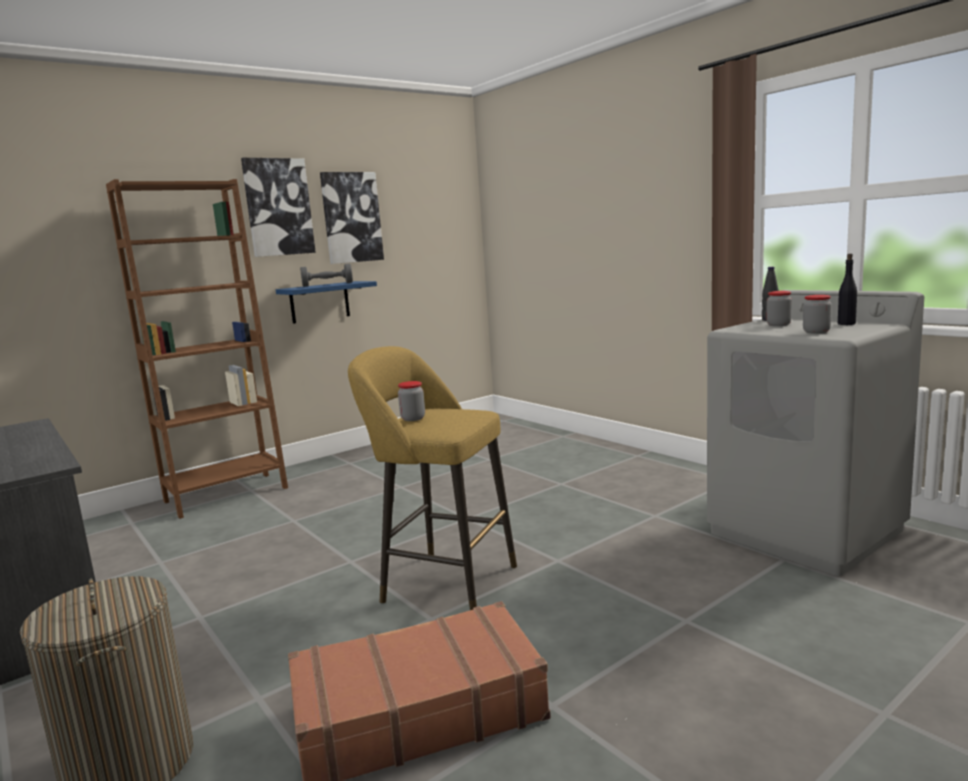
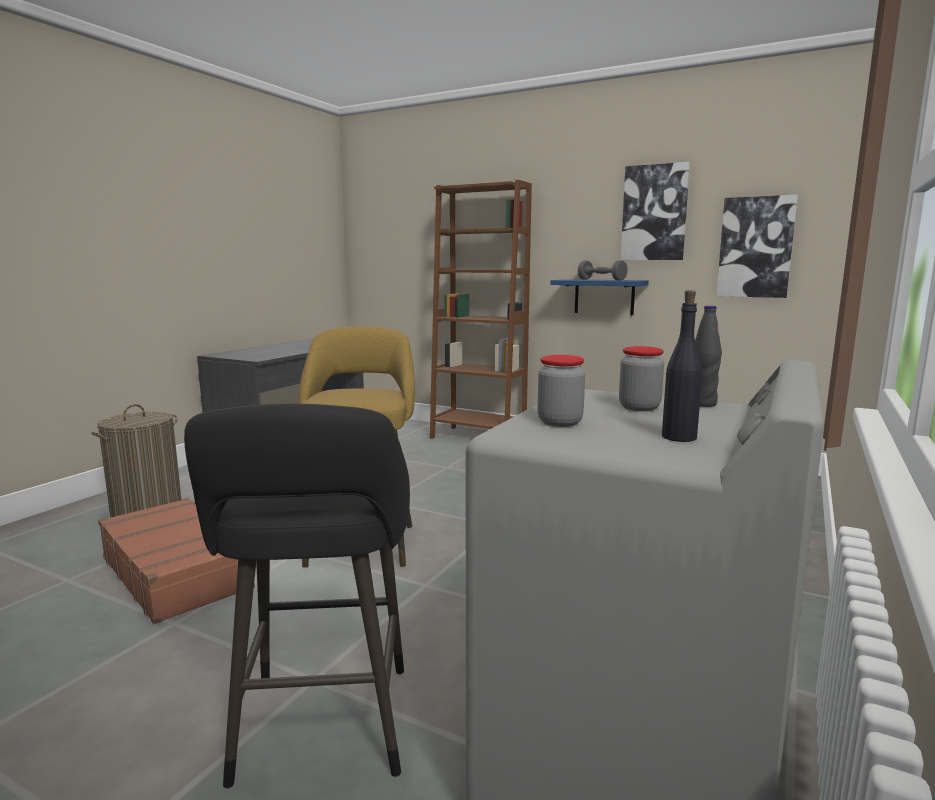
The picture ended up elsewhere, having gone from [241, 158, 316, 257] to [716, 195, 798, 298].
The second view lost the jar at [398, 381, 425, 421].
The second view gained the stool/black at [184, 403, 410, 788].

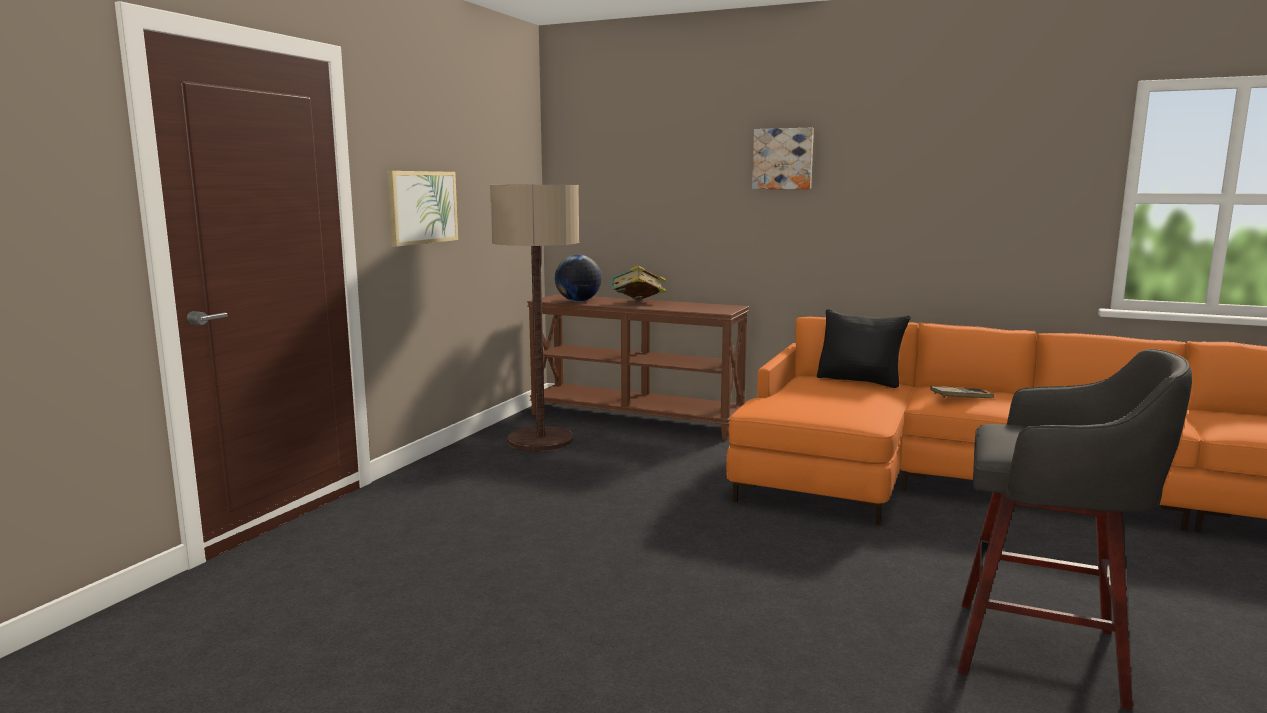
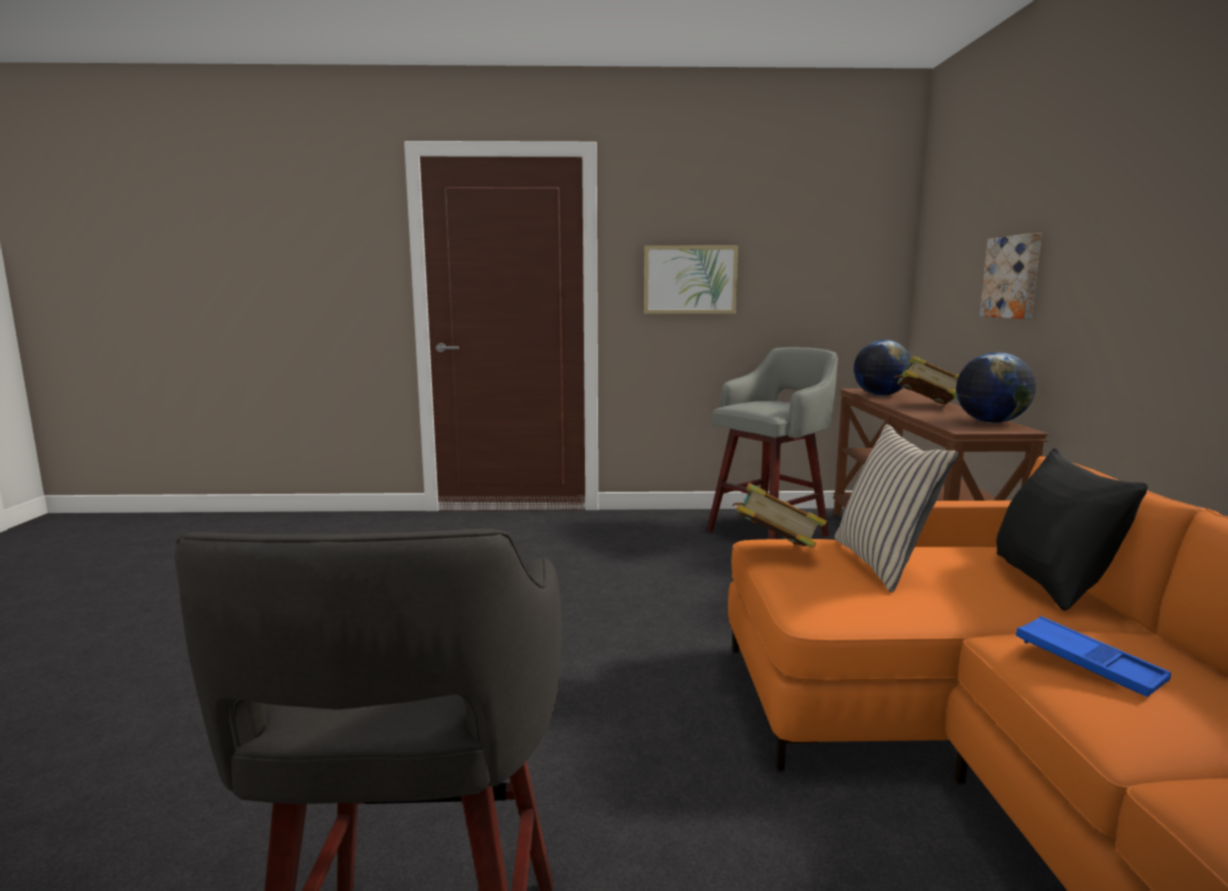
Where the floor lamp stood at [490, 185, 579, 451], the stool/grey came to stand at [706, 347, 838, 539].
The picture ended up elsewhere, having gone from [752, 128, 814, 189] to [980, 233, 1042, 319].
What was the tray/brown at [930, 386, 994, 398] turned into the tray/blue at [1016, 616, 1171, 697].
The second view gained the book at [732, 483, 827, 548].
The second view gained the pillow/beige at [834, 424, 959, 593].
The second view gained the globe at [956, 352, 1036, 423].

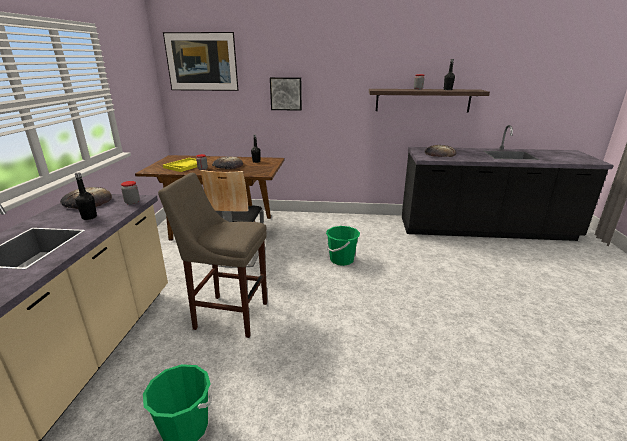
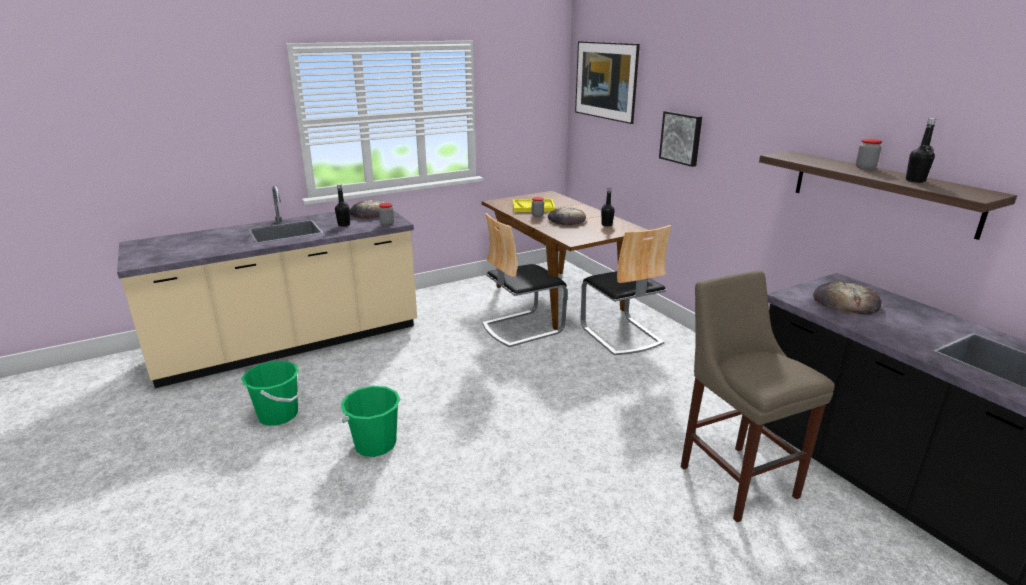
The stool/beige ended up elsewhere, having gone from [158, 173, 267, 338] to [681, 270, 835, 522].
The bucket/green ended up elsewhere, having gone from [326, 226, 360, 266] to [341, 386, 400, 457].
The second view gained the chair at [581, 225, 671, 355].

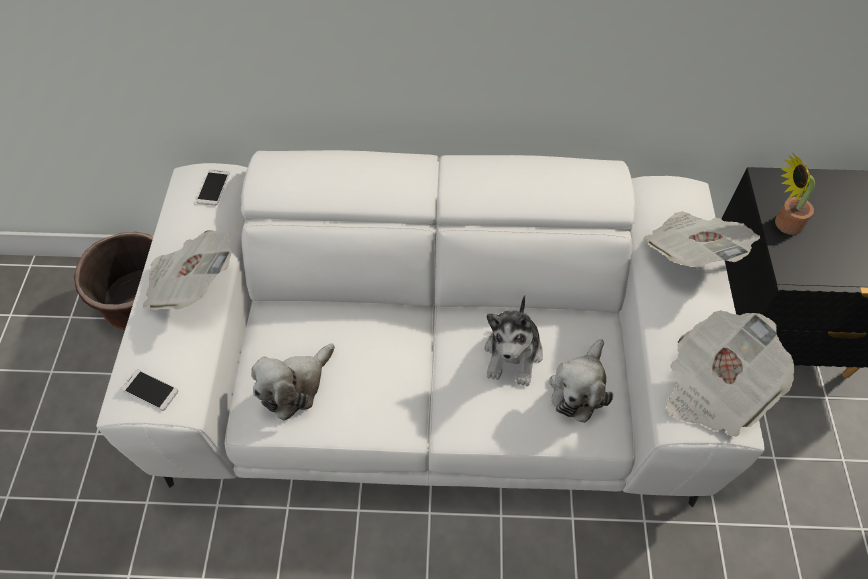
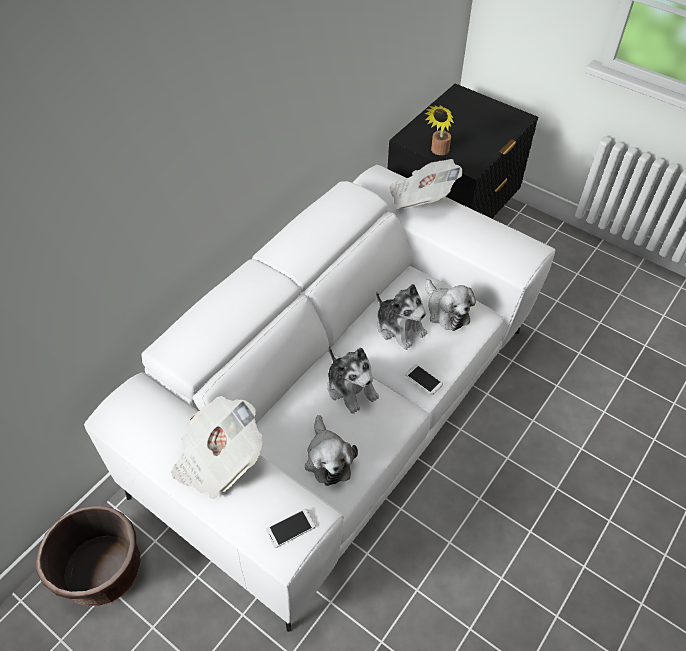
The phone ended up elsewhere, having gone from [196, 169, 230, 206] to [405, 364, 443, 395].
The second view lost the newspaper at [667, 310, 794, 437].
The second view gained the plush toy at [327, 346, 379, 414].

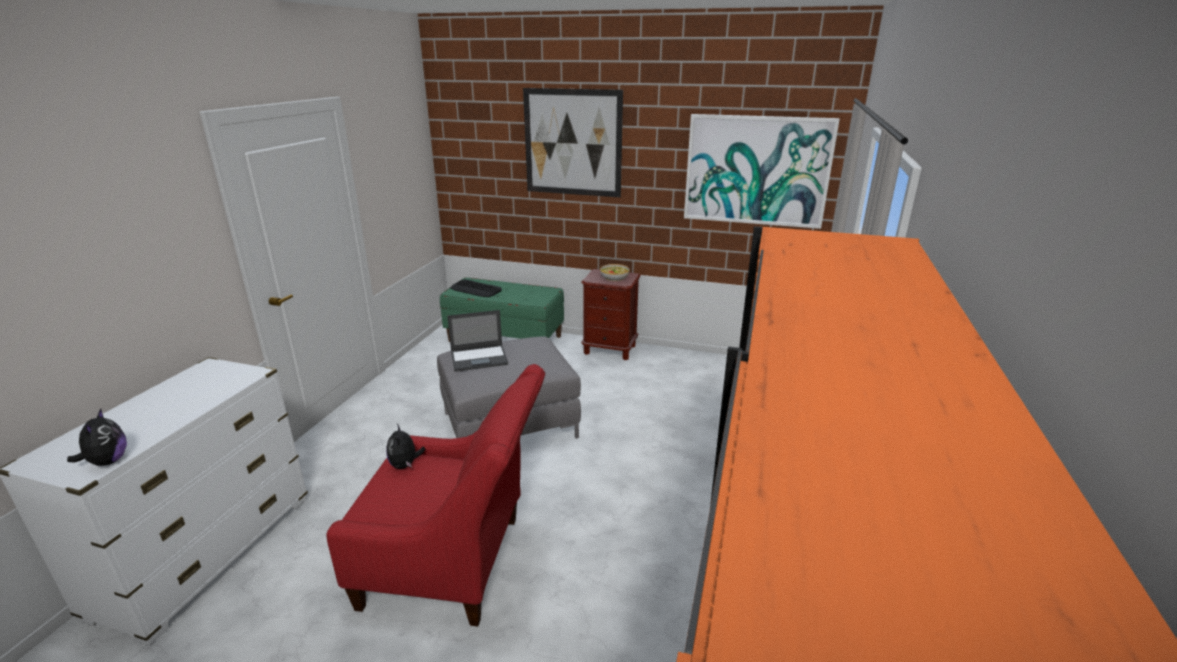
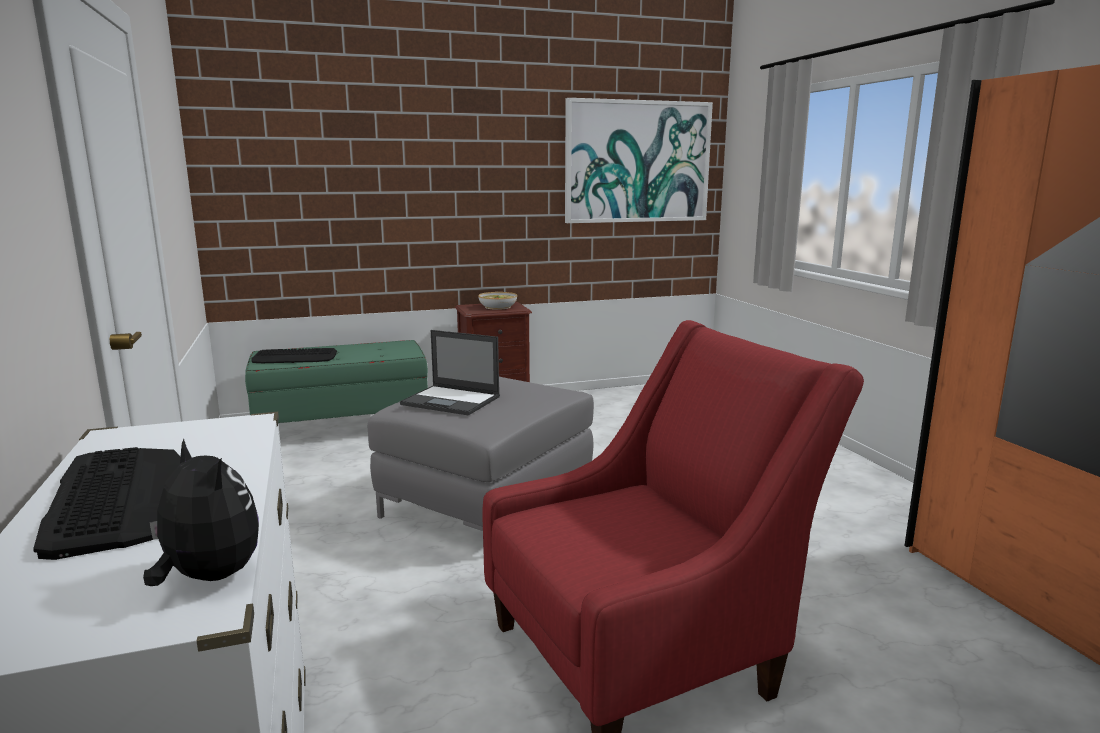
The second view lost the plush toy at [386, 424, 425, 469].
The laptop at [447, 310, 508, 372] ended up facing another way, 75 degrees clockwise from before.
The second view lost the picture at [523, 88, 623, 197].
The second view gained the keyboard at [33, 447, 180, 560].

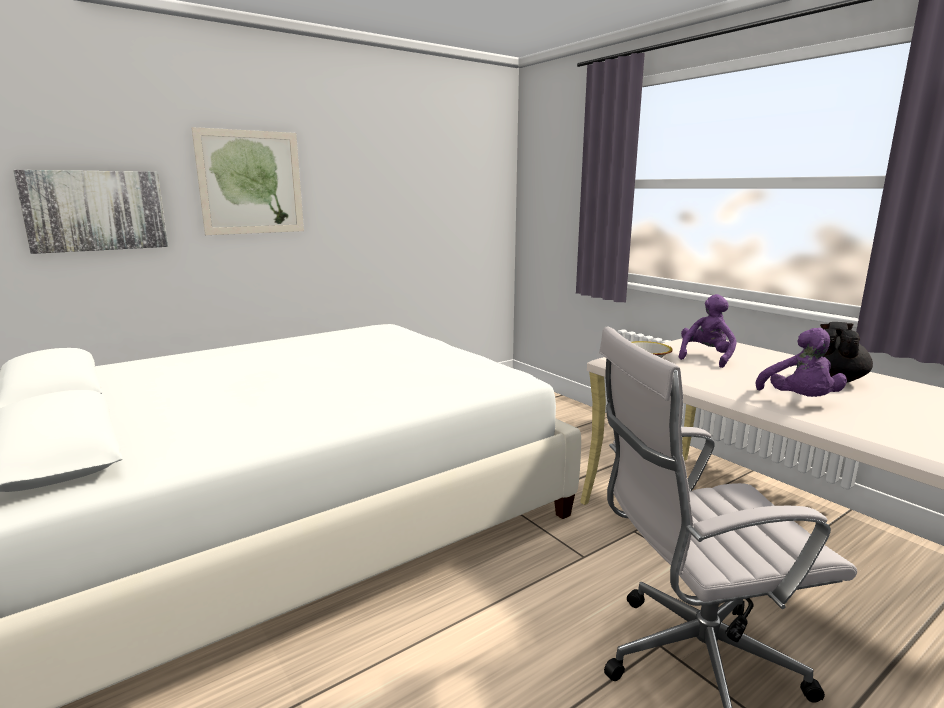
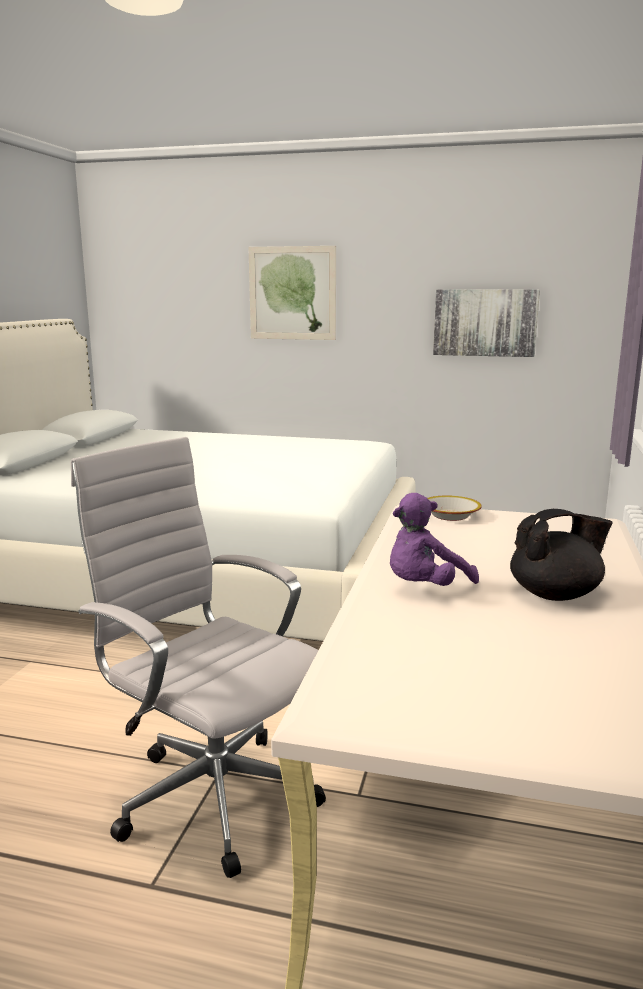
The picture ended up elsewhere, having gone from [13, 170, 168, 254] to [433, 289, 540, 357].
The second view lost the plush toy/purple at [678, 294, 737, 368].

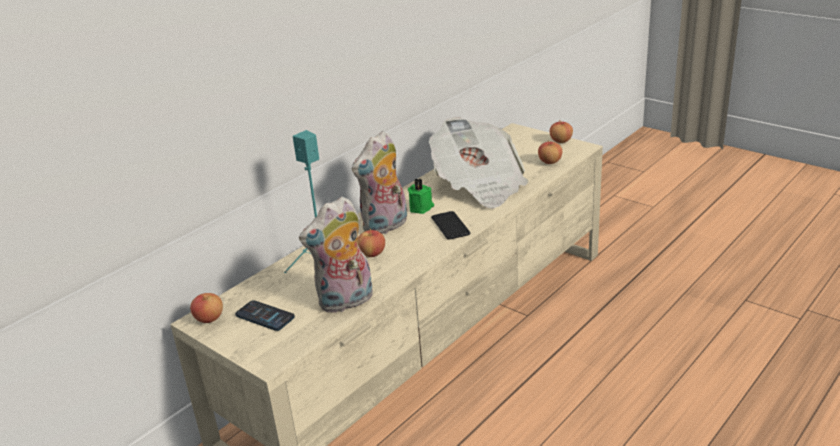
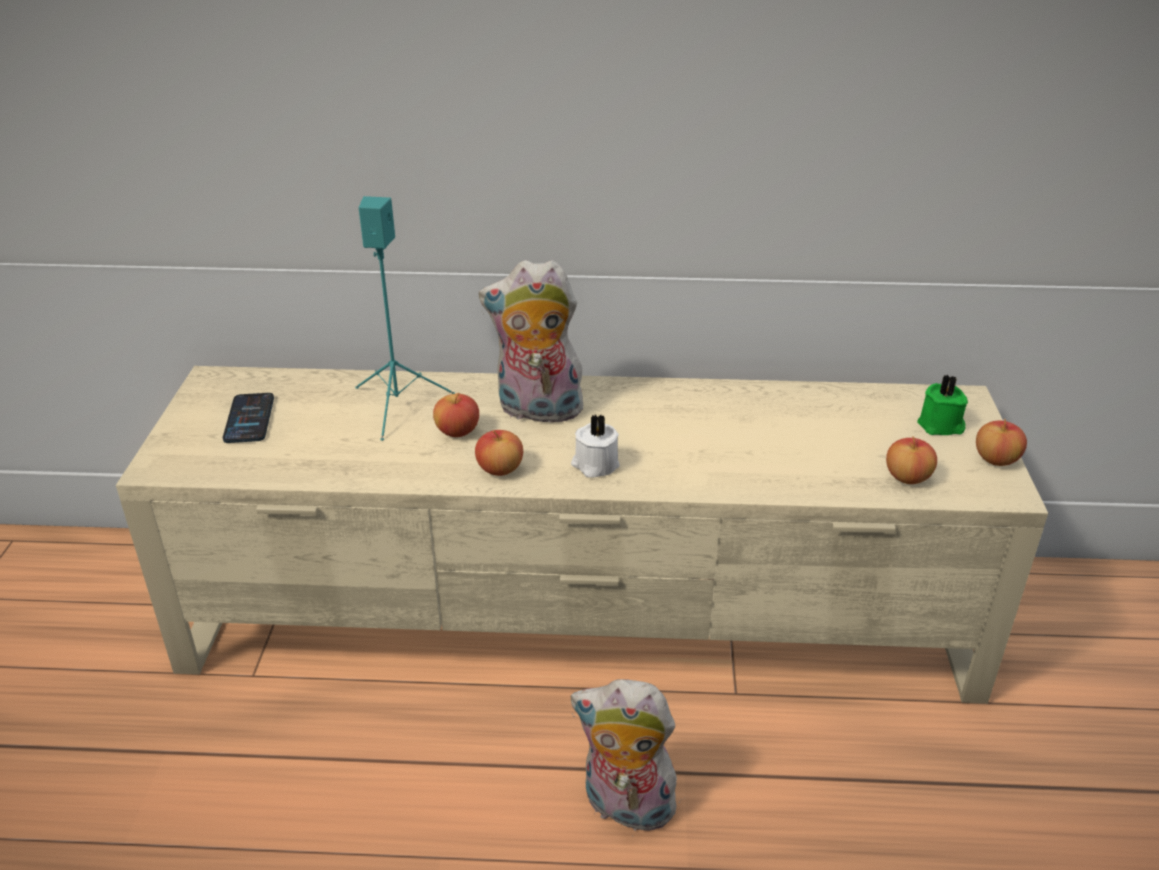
The apple ended up elsewhere, having gone from [190, 293, 223, 323] to [475, 430, 523, 476].
The plush toy ended up elsewhere, having gone from [299, 196, 373, 313] to [571, 679, 682, 837].
The candle/green ended up elsewhere, having gone from [408, 178, 434, 214] to [917, 375, 968, 435].
The second view lost the newspaper at [429, 117, 529, 209].
Where the phone stood at [431, 211, 471, 239], the candle/white came to stand at [571, 414, 620, 478].

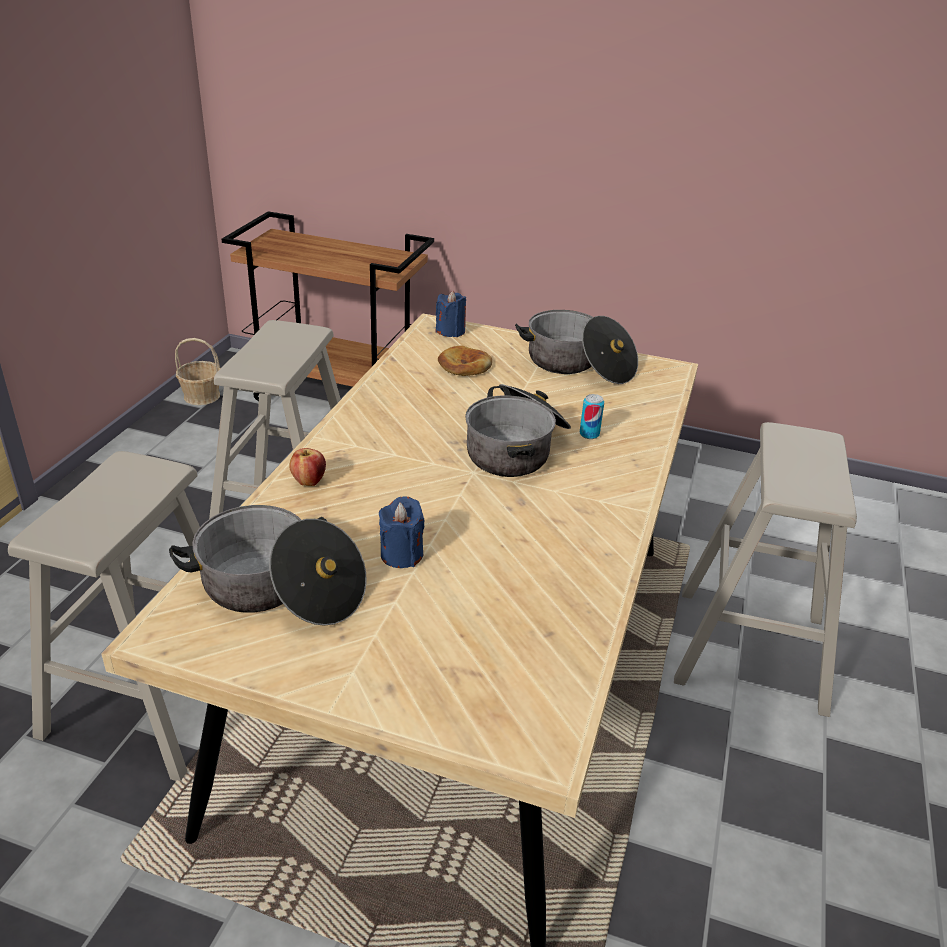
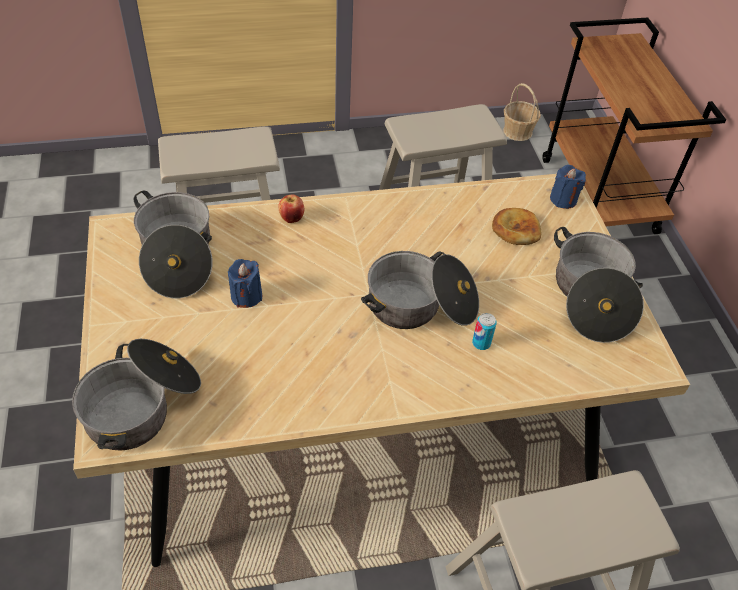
The second view gained the cooking pot at [72, 339, 201, 451].

